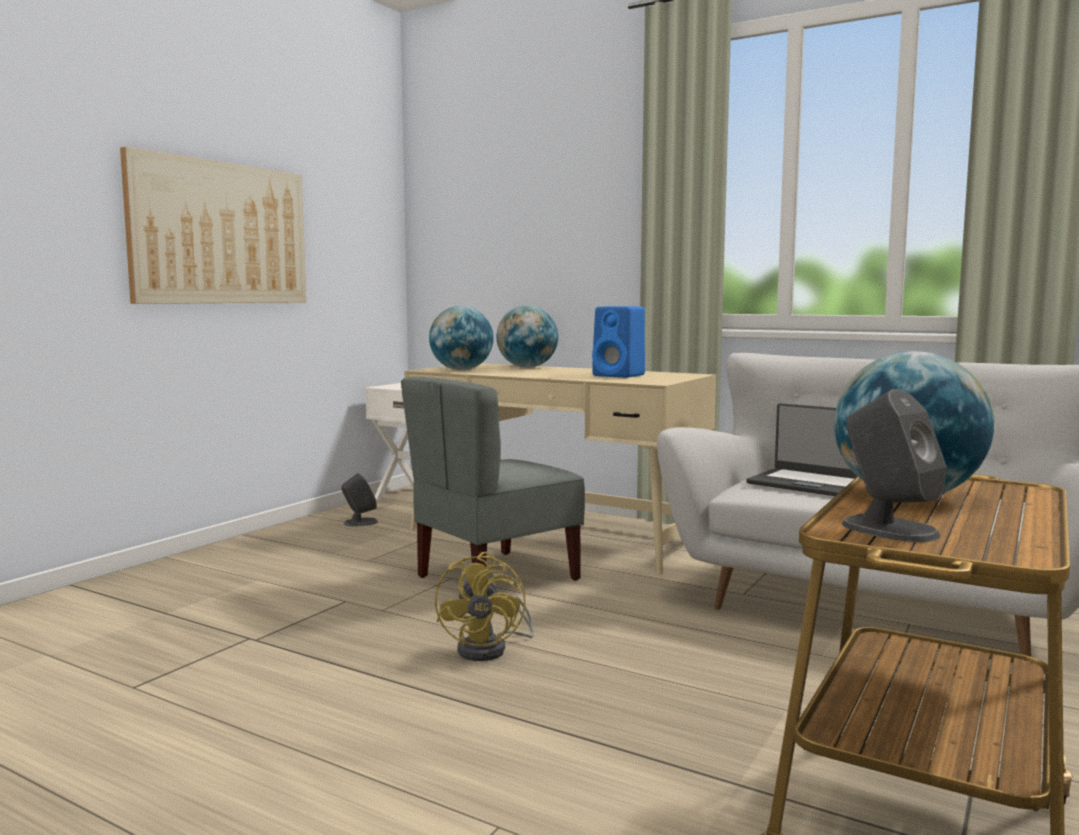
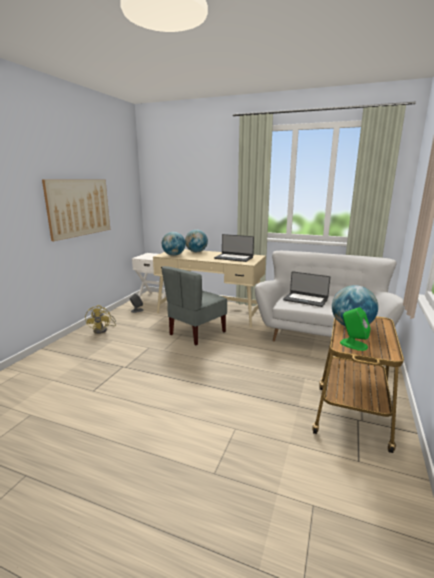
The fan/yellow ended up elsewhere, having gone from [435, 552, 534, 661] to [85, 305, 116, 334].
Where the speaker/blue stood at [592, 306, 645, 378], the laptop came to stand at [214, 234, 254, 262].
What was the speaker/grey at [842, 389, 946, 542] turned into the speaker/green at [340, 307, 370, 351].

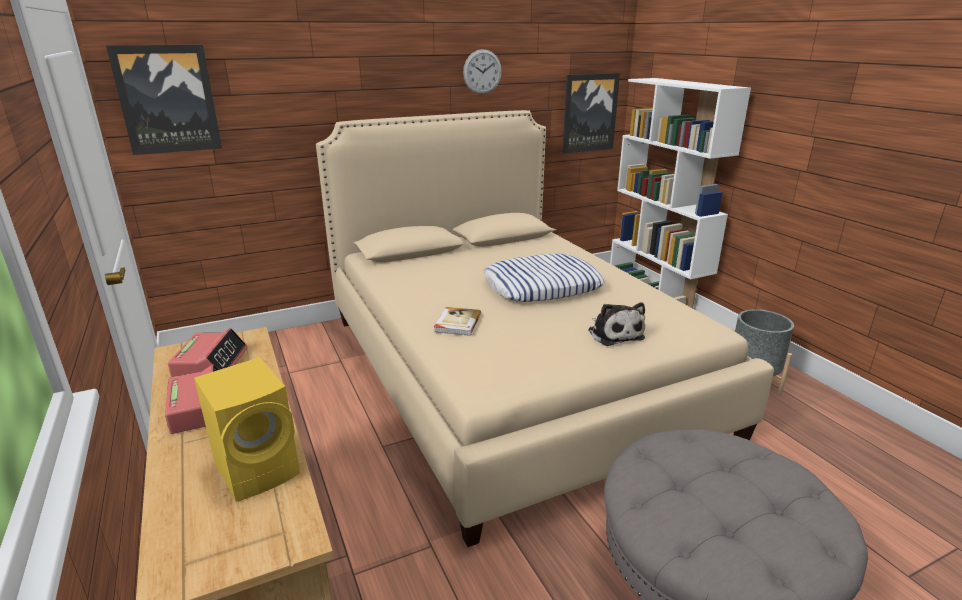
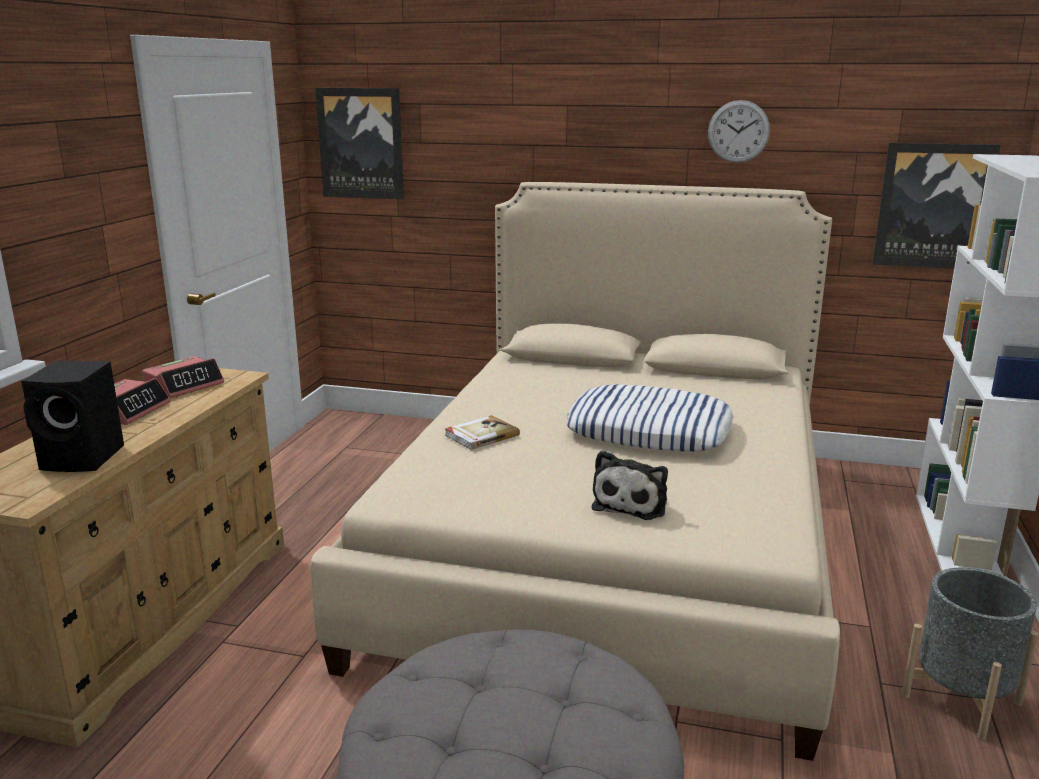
What was the speaker/yellow at [194, 357, 300, 502] turned into the speaker/black at [21, 361, 124, 472].

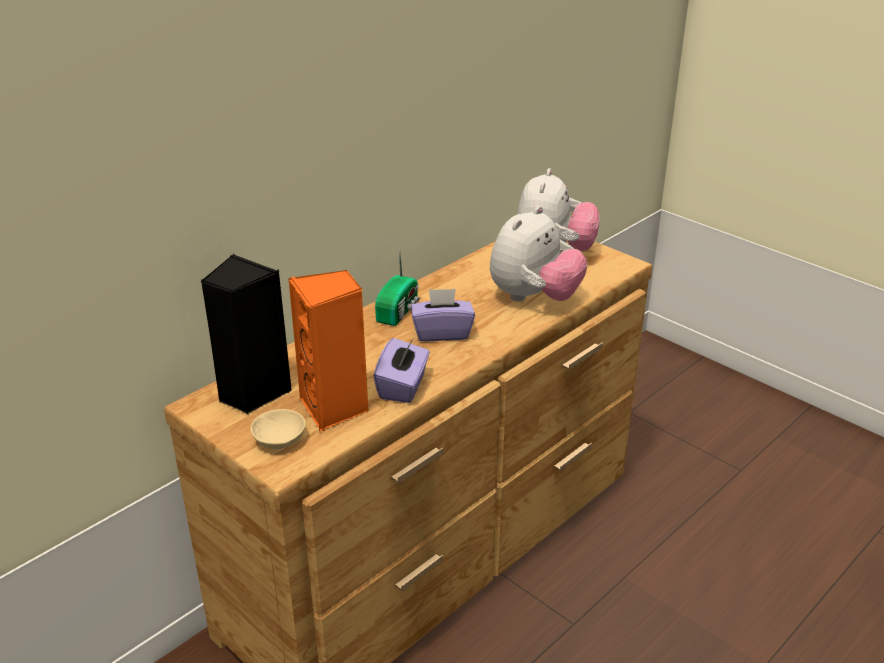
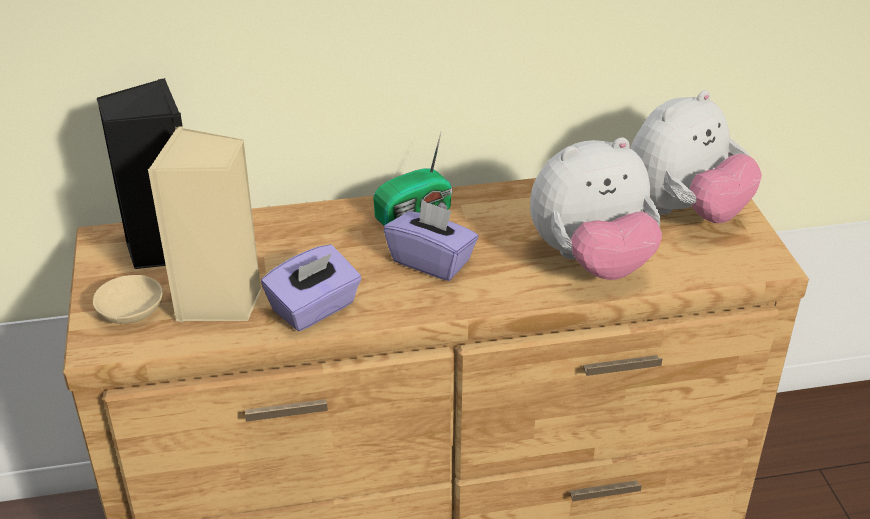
What was the speaker/orange at [288, 270, 369, 431] turned into the speaker/beige at [148, 126, 262, 322].

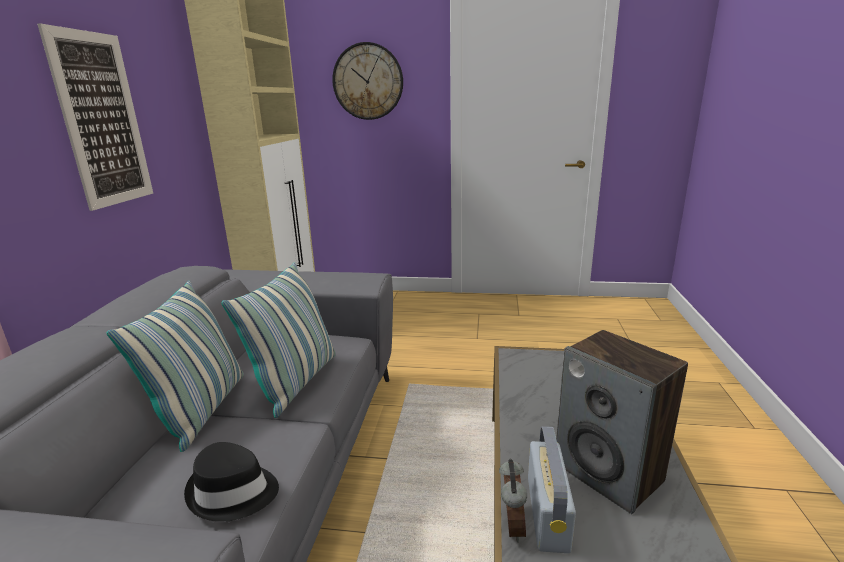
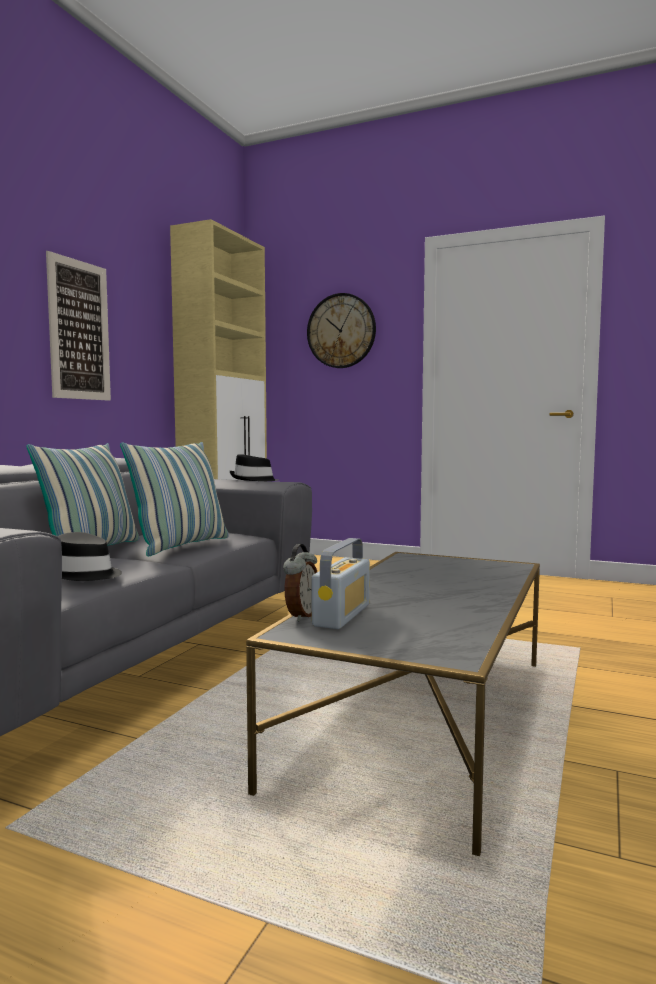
The second view lost the speaker at [556, 330, 688, 514].
The second view gained the hat/black at [230, 454, 278, 481].

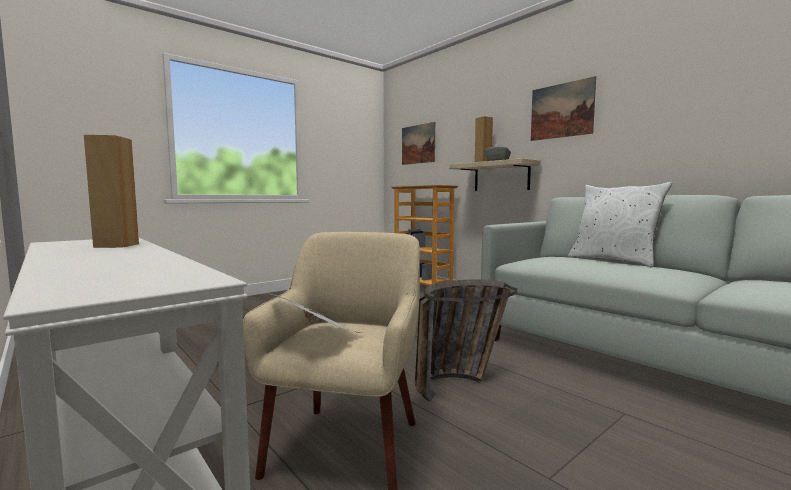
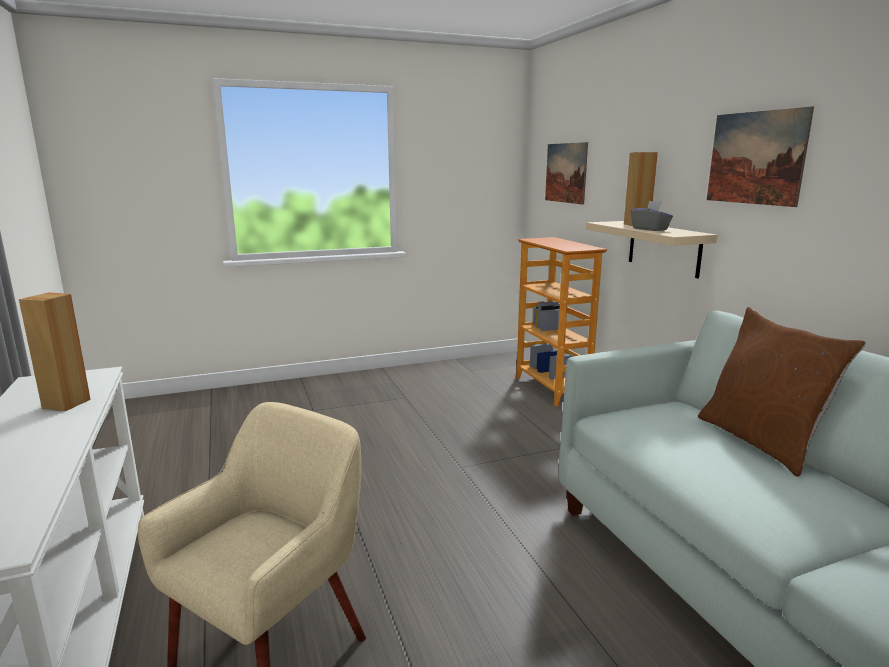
The second view lost the newspaper at [270, 294, 361, 333].
The second view lost the basket at [415, 279, 517, 402].
What was the pillow/white at [568, 182, 672, 267] turned into the pillow/brown at [698, 307, 866, 477].

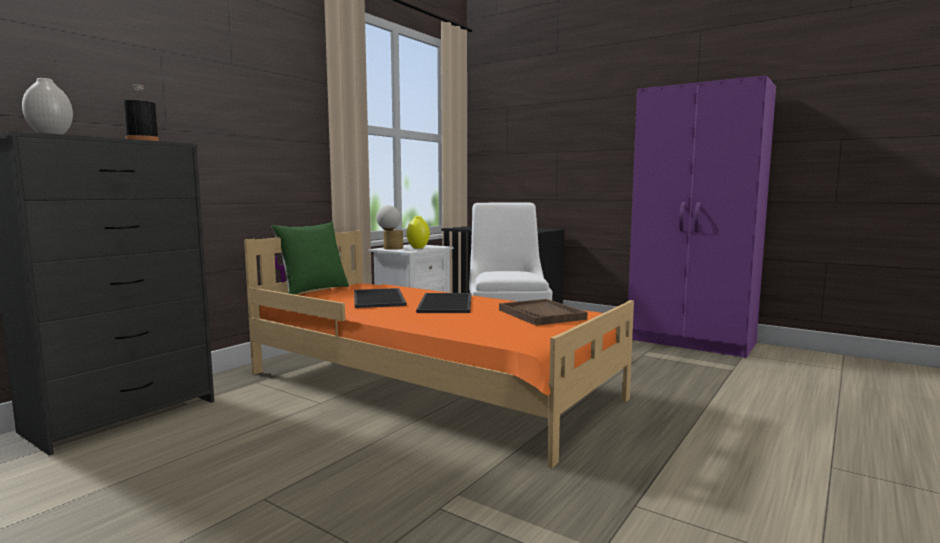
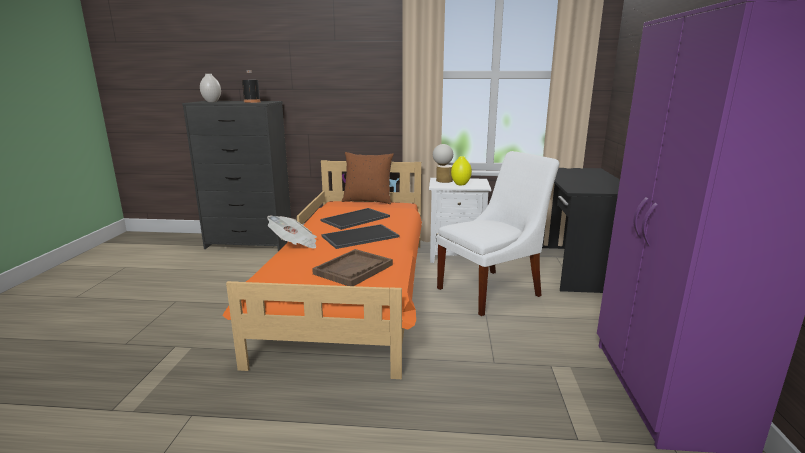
What was the pillow/green at [271, 222, 349, 294] turned into the pillow/brown at [342, 152, 394, 204].
The second view gained the newspaper at [267, 216, 317, 249].

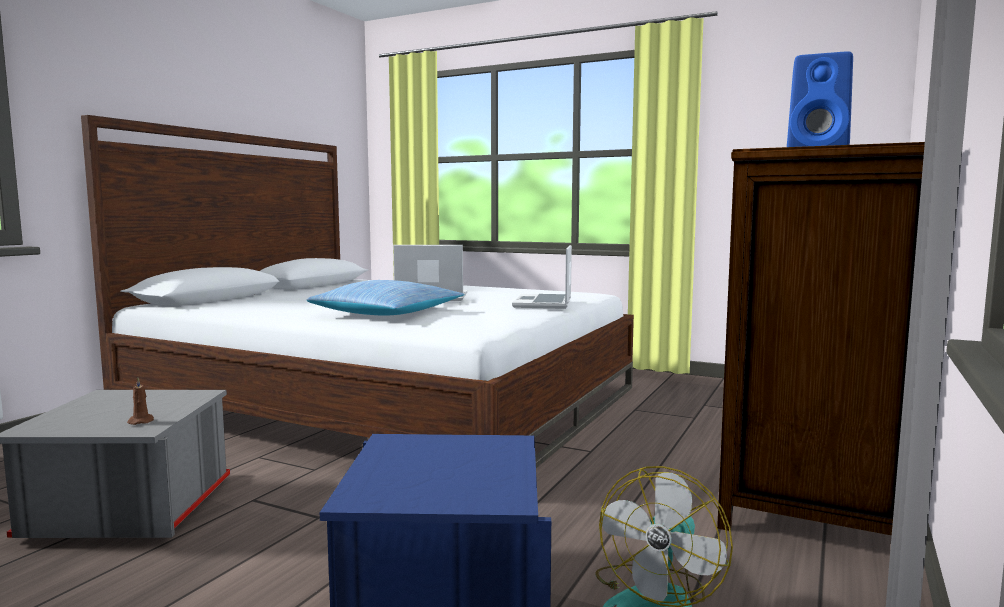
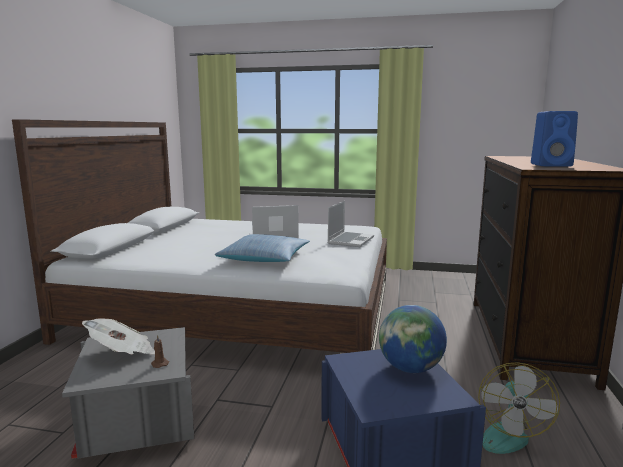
The laptop at [512, 245, 572, 309] ended up facing another way, 150 degrees counterclockwise from before.
The second view gained the newspaper at [82, 319, 155, 355].
The second view gained the globe at [379, 305, 447, 373].

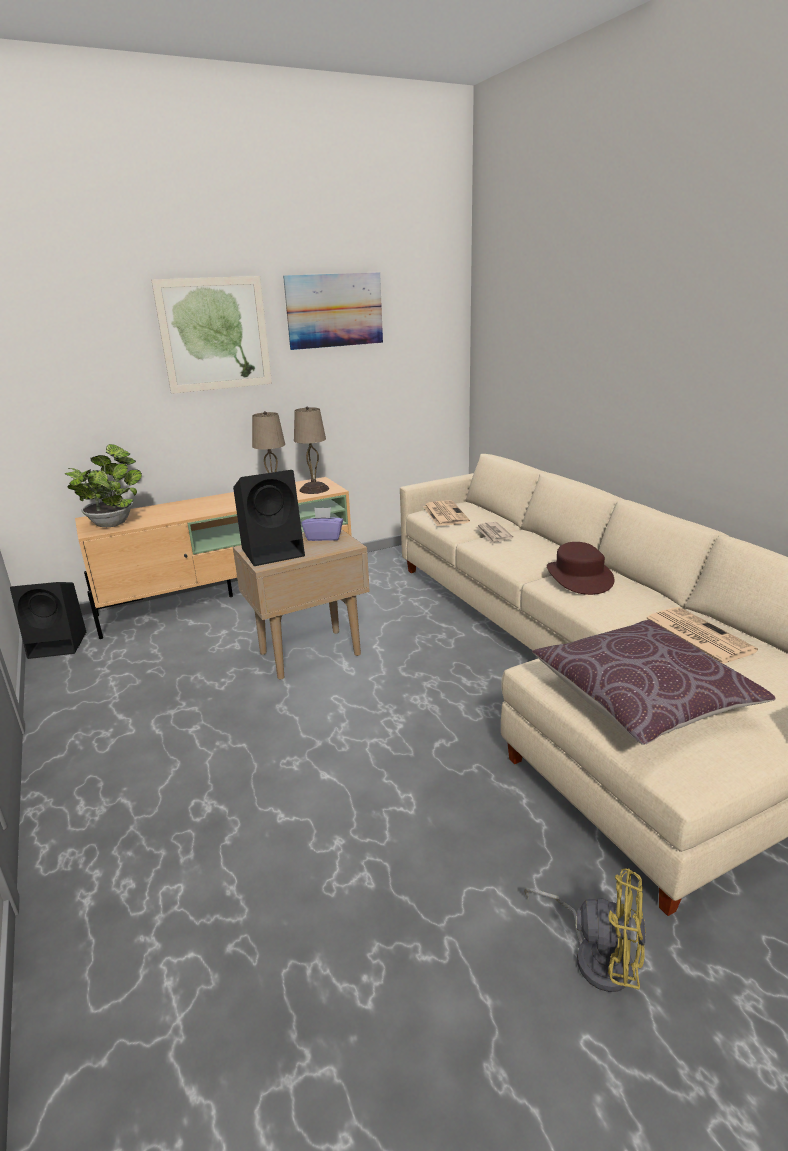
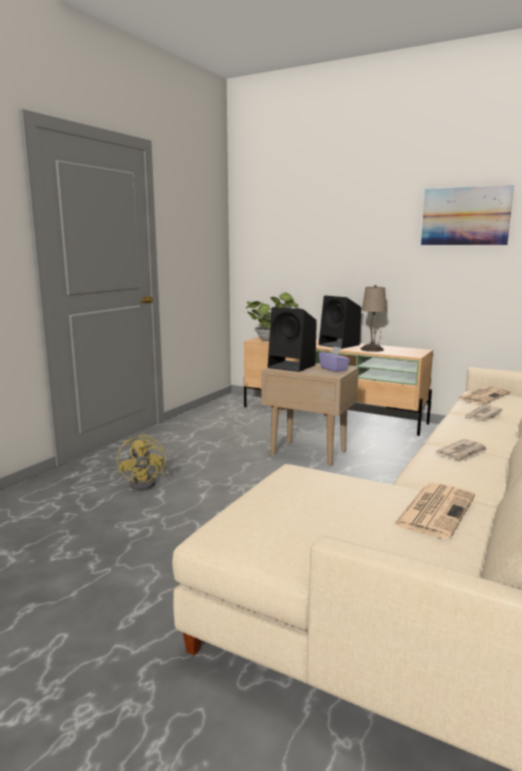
The speaker/black ended up elsewhere, having gone from [10, 582, 86, 659] to [319, 296, 361, 349].
The second view lost the picture at [151, 276, 272, 394].
The second view lost the table lamp/beige at [294, 407, 329, 494].
The fan/yellow ended up elsewhere, having gone from [524, 868, 646, 992] to [117, 434, 169, 490].
The second view lost the pillow/brown at [532, 620, 776, 745].
Where the hat/brown stood at [547, 542, 614, 595], the newspaper came to stand at [436, 439, 487, 461].

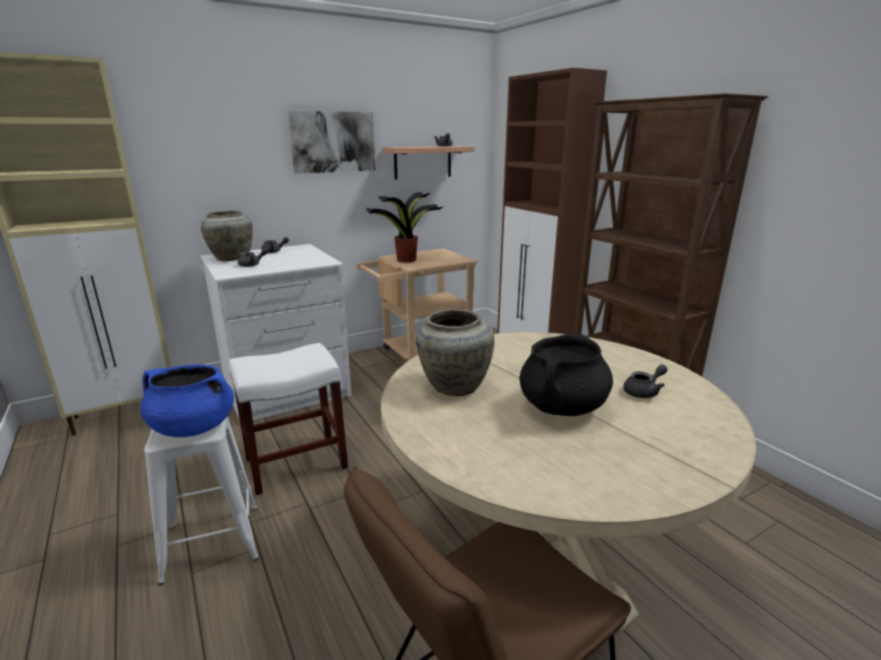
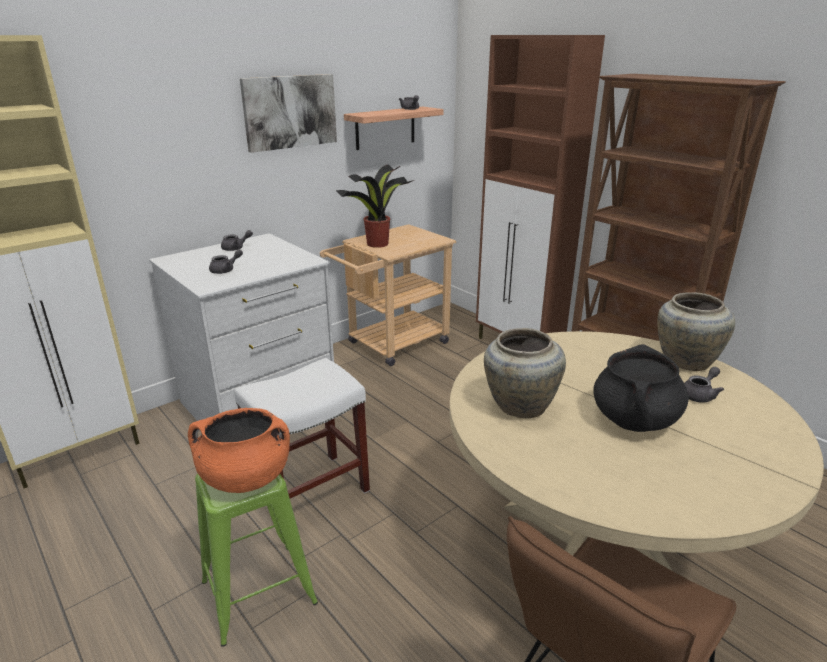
What was the cooking pot/blue at [140, 364, 234, 437] turned into the cooking pot/orange at [188, 408, 290, 493].
What was the stool/white at [144, 416, 259, 585] turned into the stool/green at [195, 474, 318, 647].
The vase/beige ended up elsewhere, having gone from [201, 211, 253, 261] to [657, 292, 735, 371].

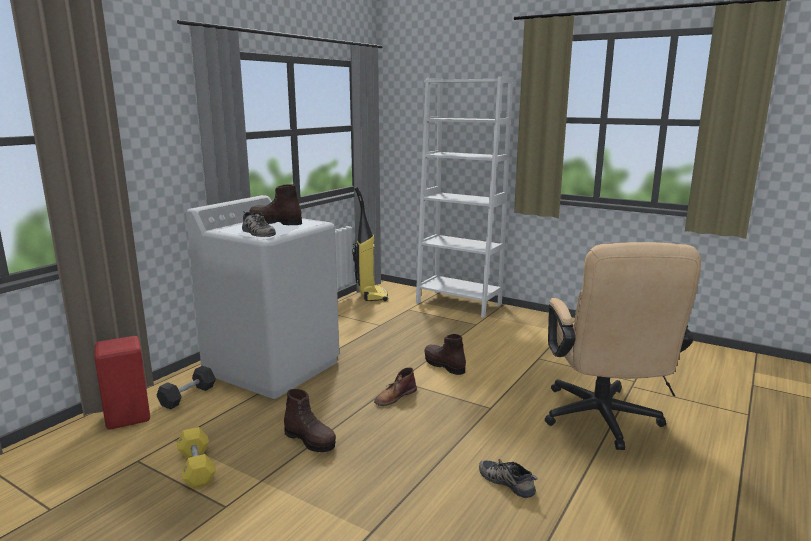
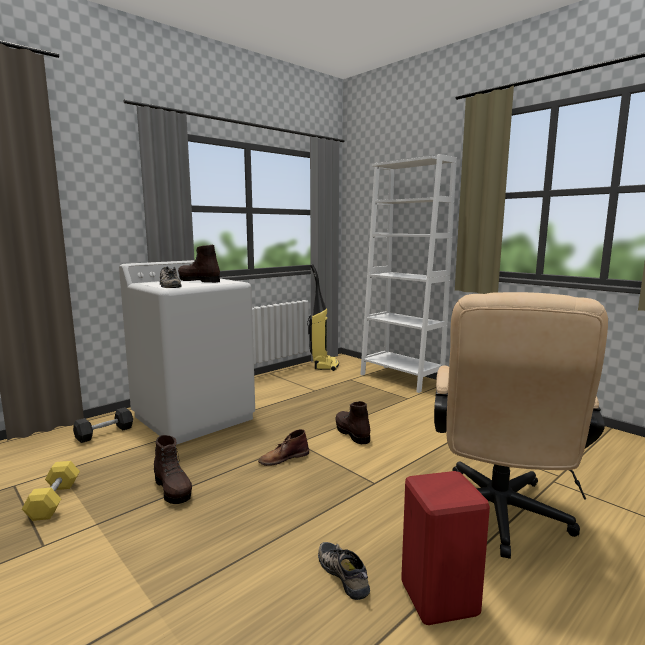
The stool/red ended up elsewhere, having gone from [94, 336, 150, 430] to [401, 471, 490, 625].

